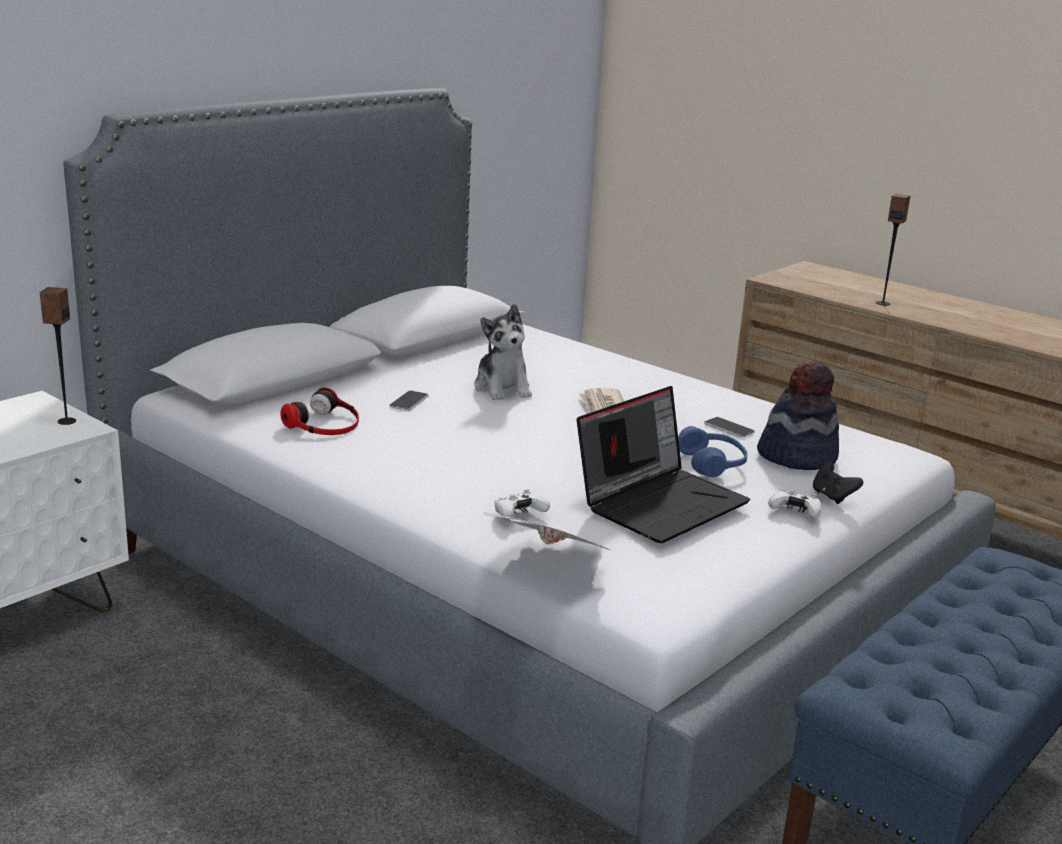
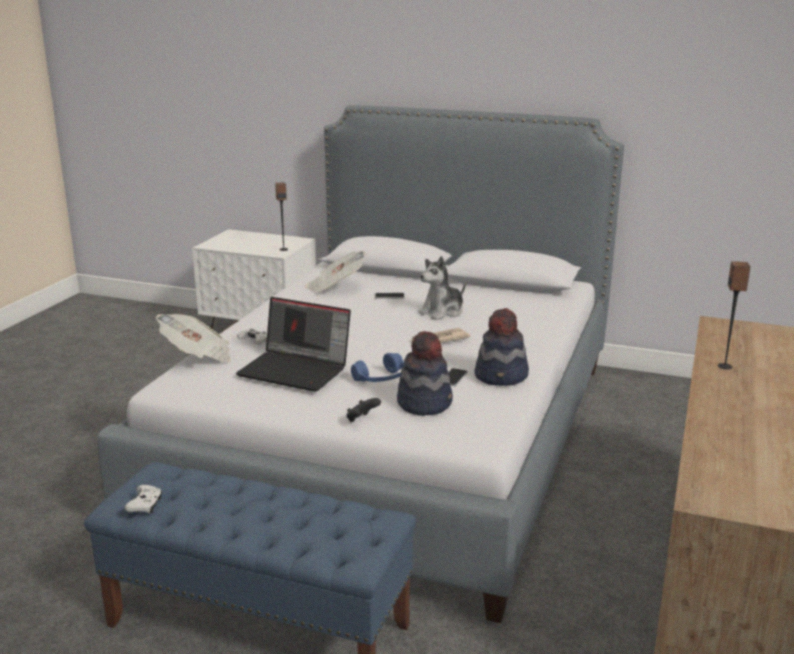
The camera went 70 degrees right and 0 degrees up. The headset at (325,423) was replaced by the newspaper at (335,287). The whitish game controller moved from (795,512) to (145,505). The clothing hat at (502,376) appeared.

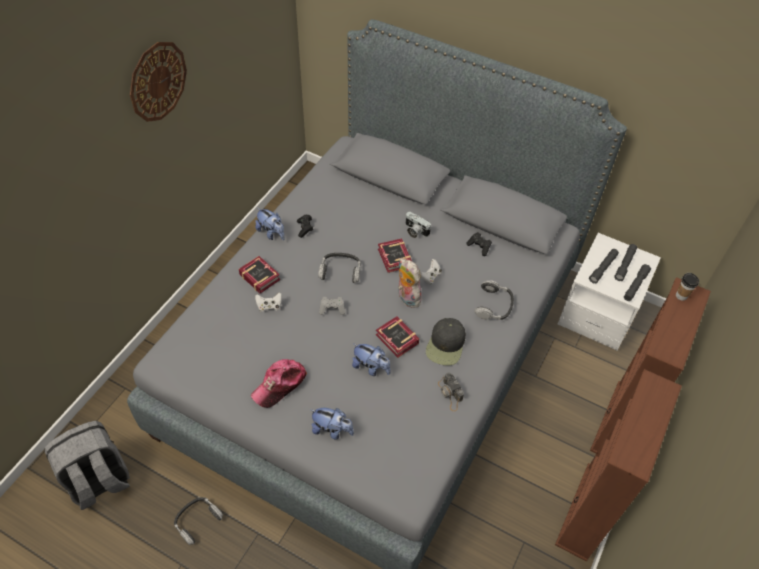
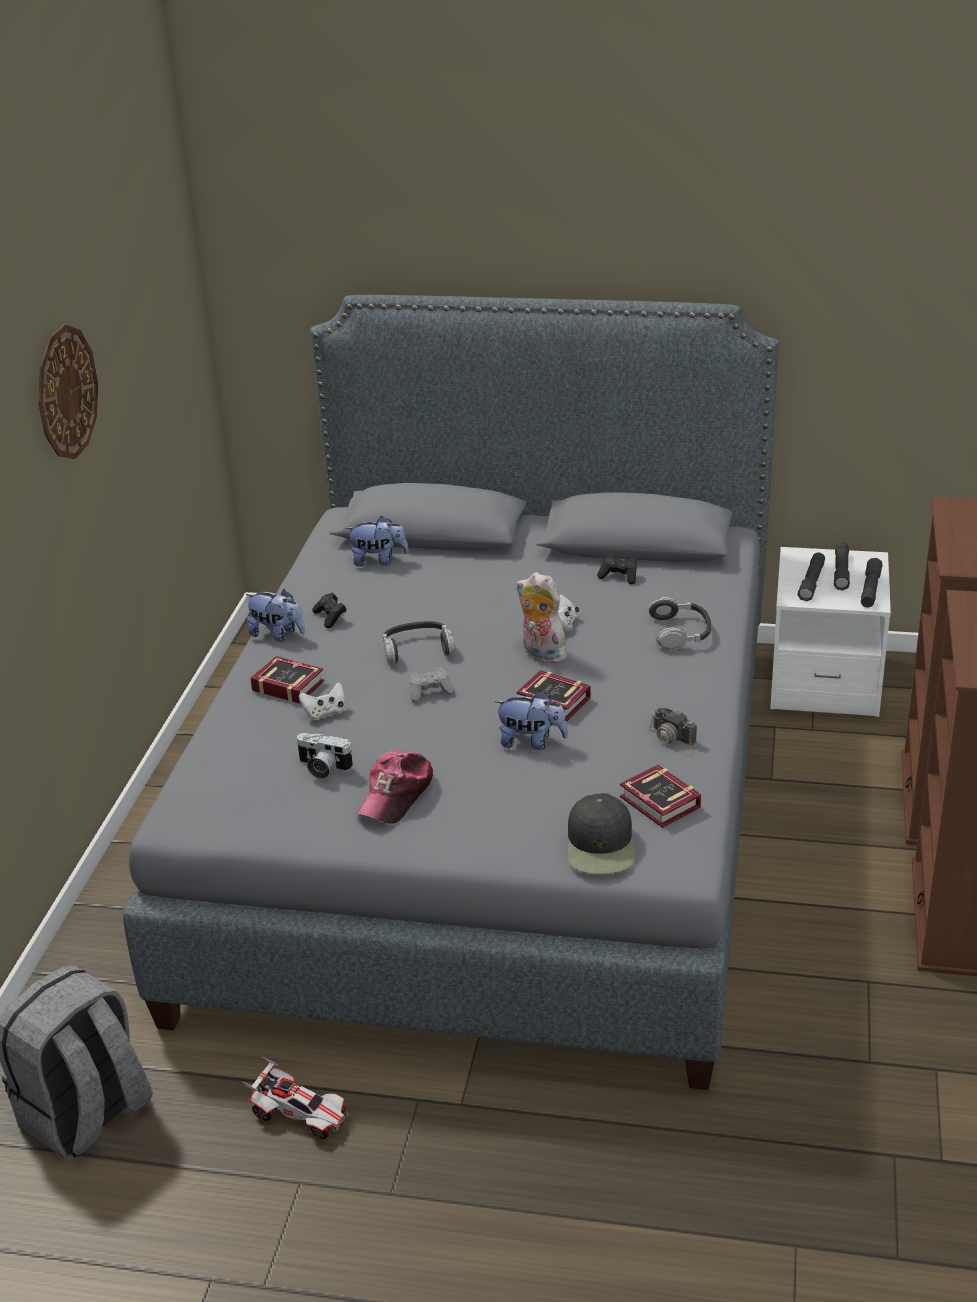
The camera went 15 degrees left and 20 degrees down. The photo camera moved from (415,231) to (322,768). The bound book moved from (394,259) to (660,805). The small cup at (681,296) disappeared. The black cap moved from (446,345) to (601,846). The cuddly toy moved from (332,430) to (378,560). The headset at (197,521) was replaced by the model car at (300,1115).

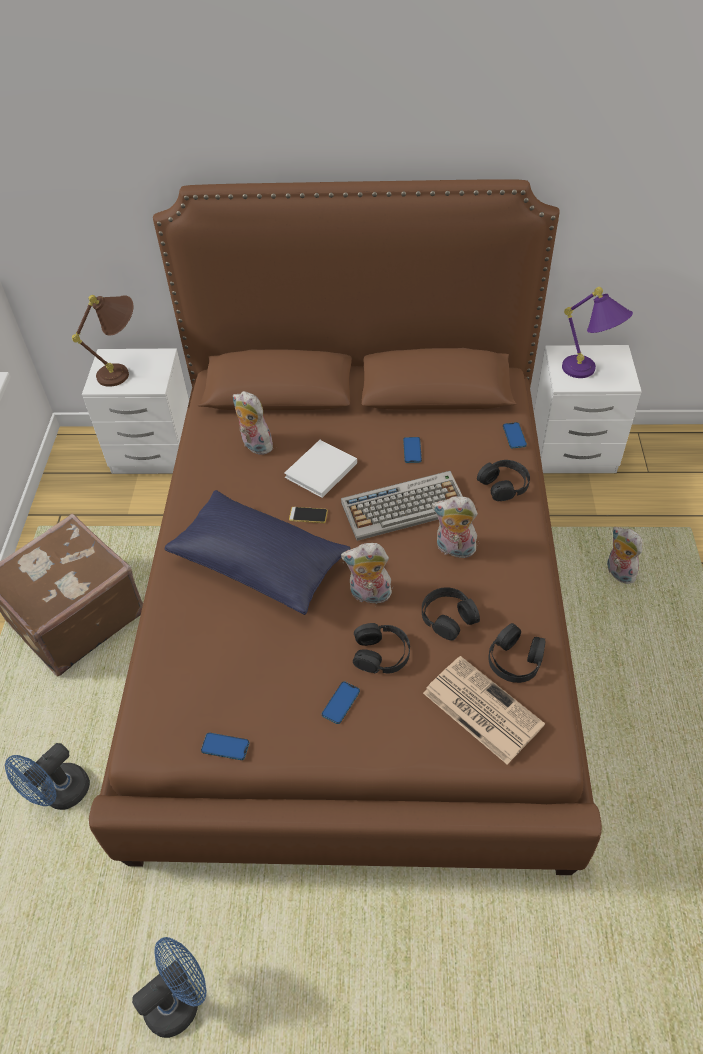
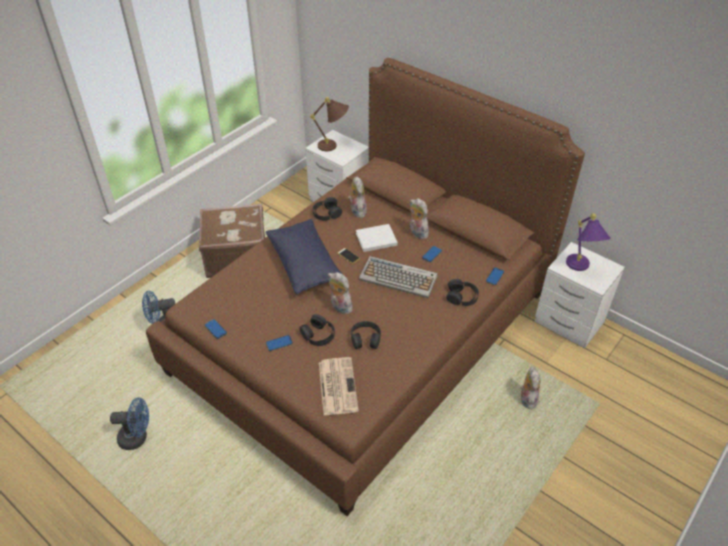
The camera went 35 degrees right and 5 degrees down. The cuddly toy moved from (454,549) to (417,233). The black headset moved from (515,659) to (326,213).

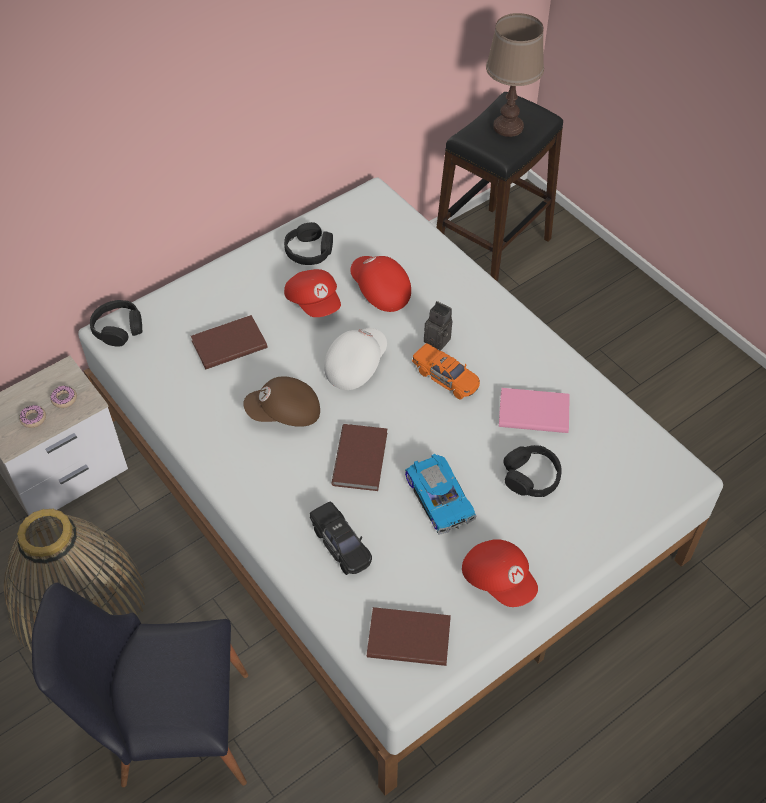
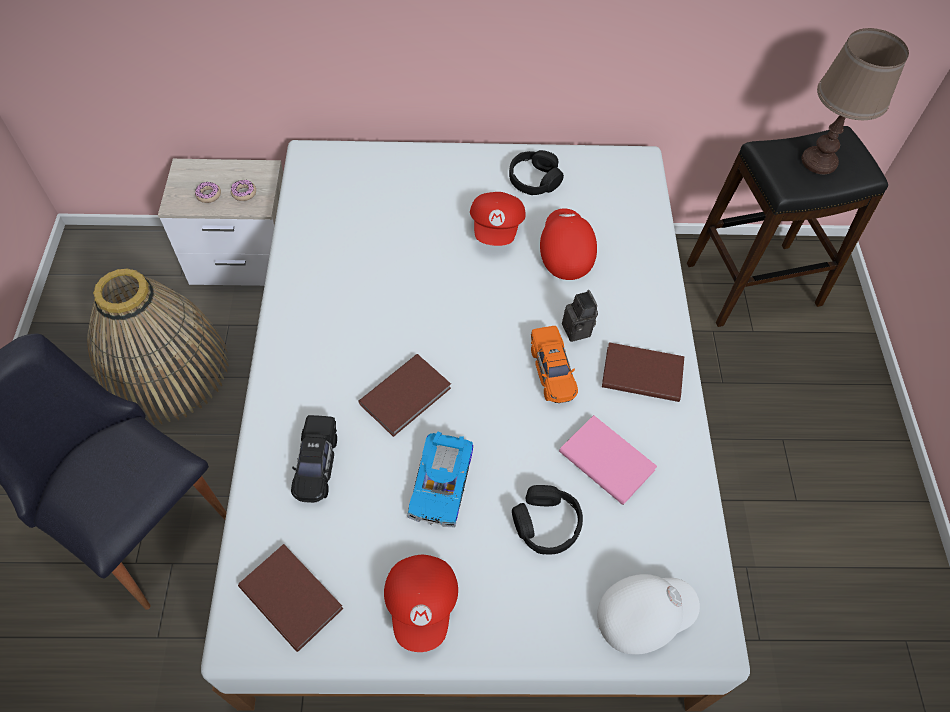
The camera went 35 degrees right and 5 degrees up. The black headset at (118,329) disappeared. The brown-coloured bound book moved from (228,343) to (641,372). The whitish cap moved from (355,365) to (642,615). The brown-coloured cap at (285,413) disappeared.

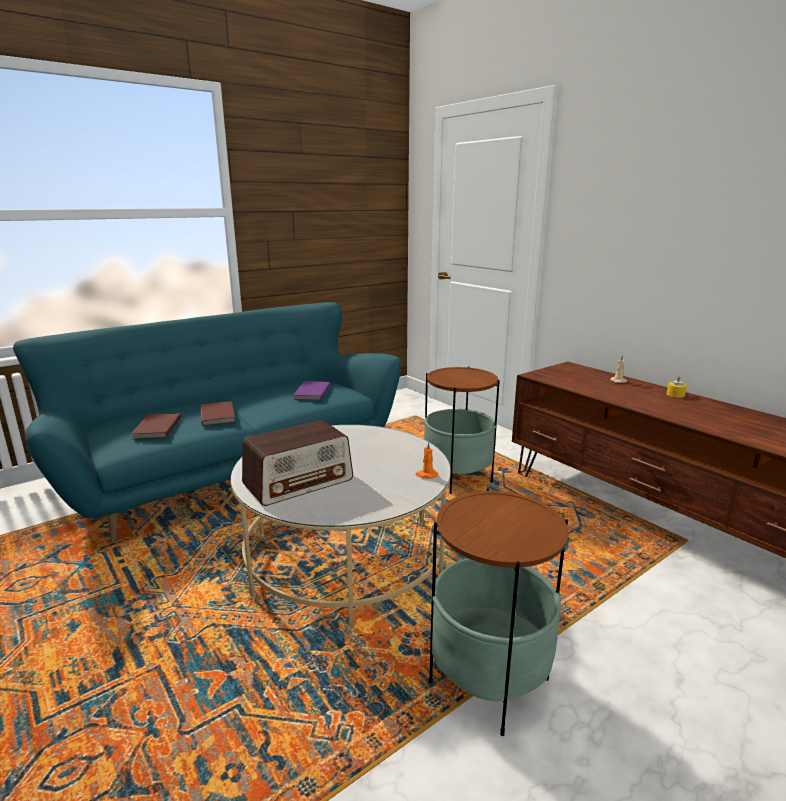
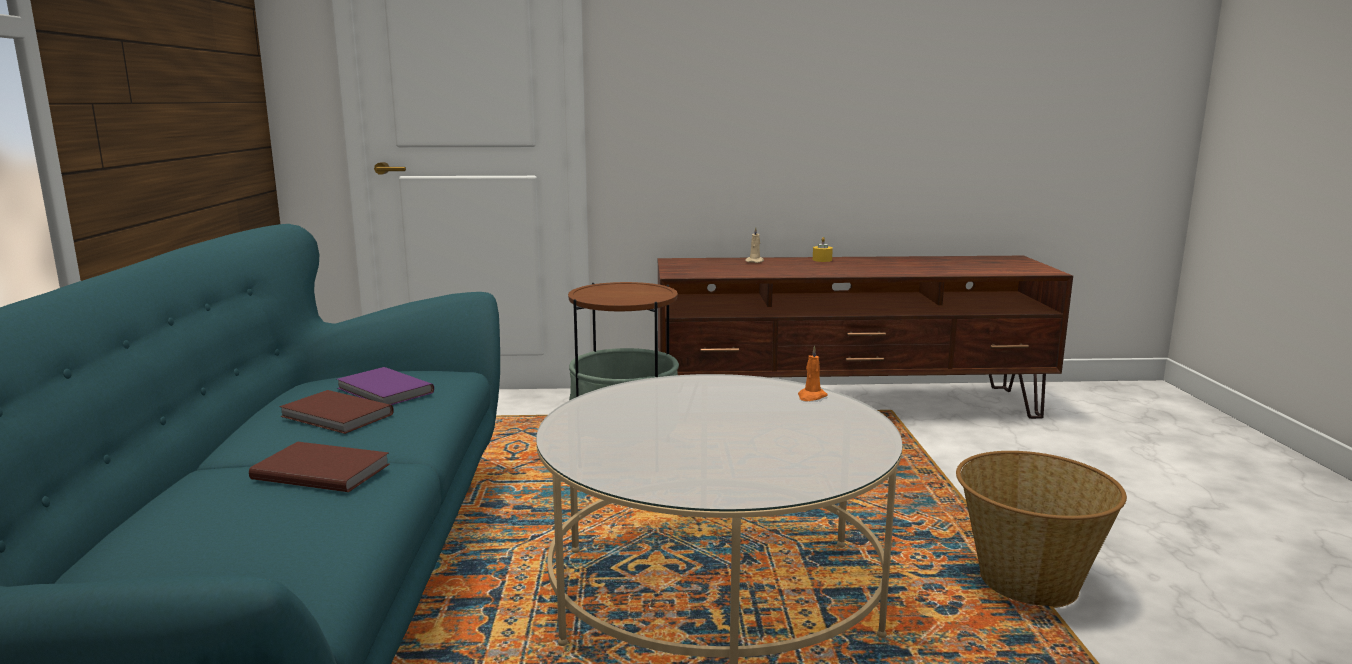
The camera went 55 degrees left and 5 degrees down. The brown-coloured bound book moved from (155,428) to (336,416). The radio set at (299,482) disappeared. The accent table at (488,681) was replaced by the storage basket at (1027,581).

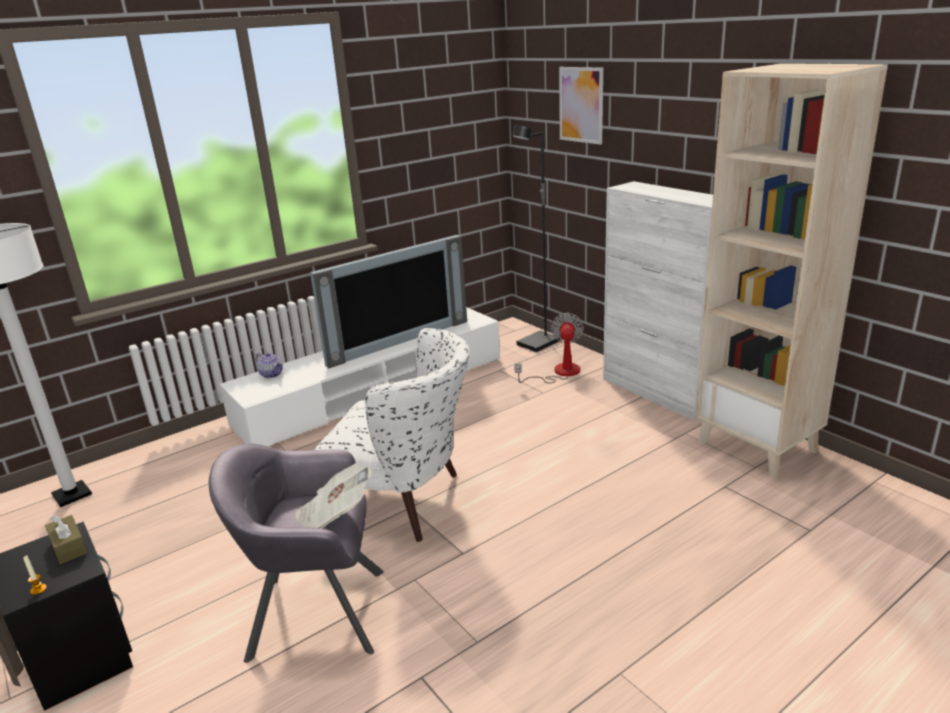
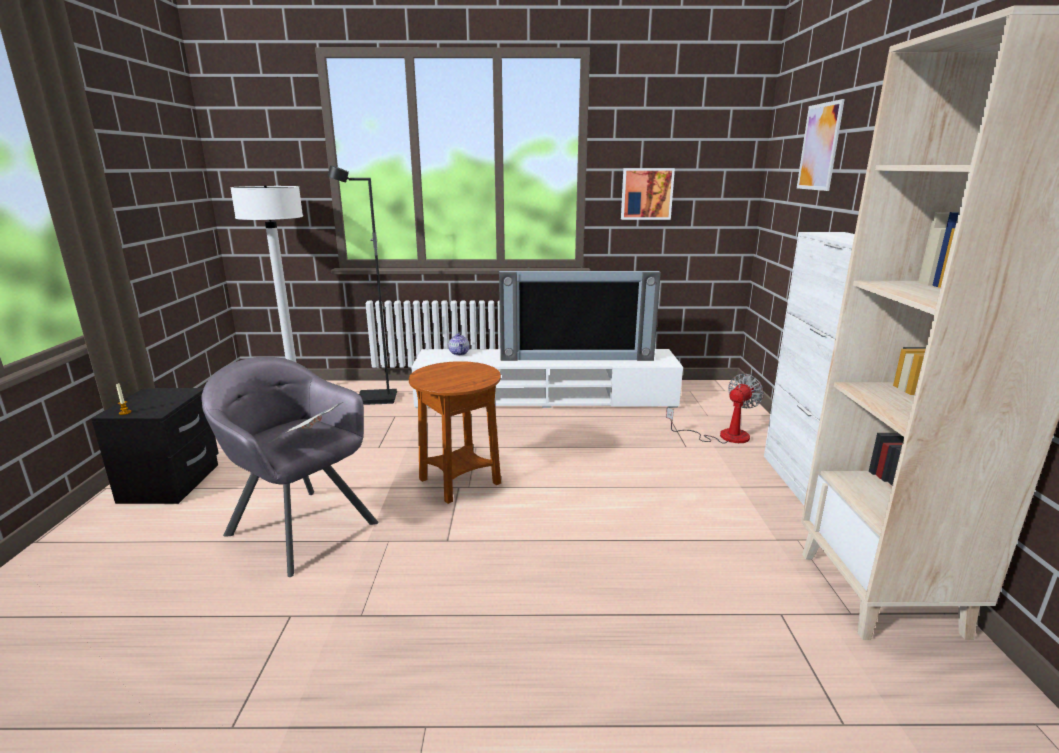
The camera went 35 degrees right and 5 degrees down. The black standing lamp moved from (538,344) to (376,399). The whitish easy chair at (405,503) was replaced by the brown-coloured accent table at (459,482). The brown-coloured box of tissues at (69,547) disappeared. The wall art at (646,194) appeared.

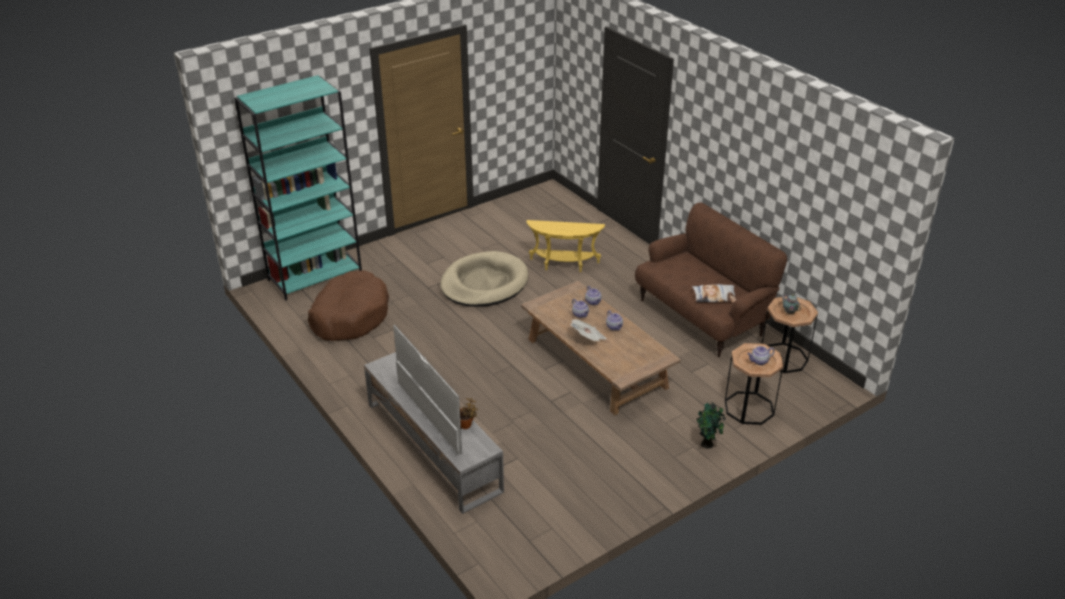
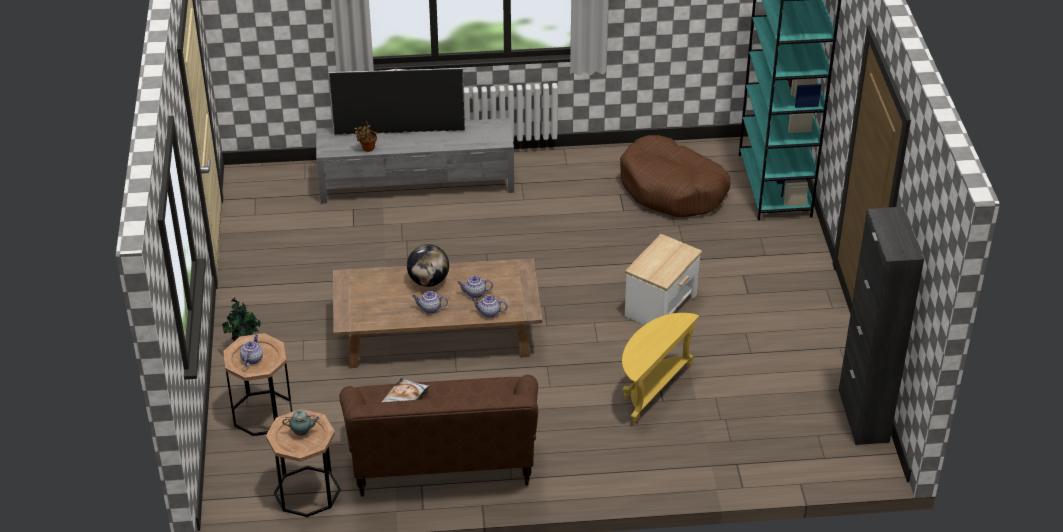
The camera went 120 degrees right and 5 degrees up. The beige-coloured dog bed at (484,283) was replaced by the accent table at (661,306). The newspaper at (588,338) was replaced by the globe at (428,281). The black storage cabinet at (863,416) appeared.

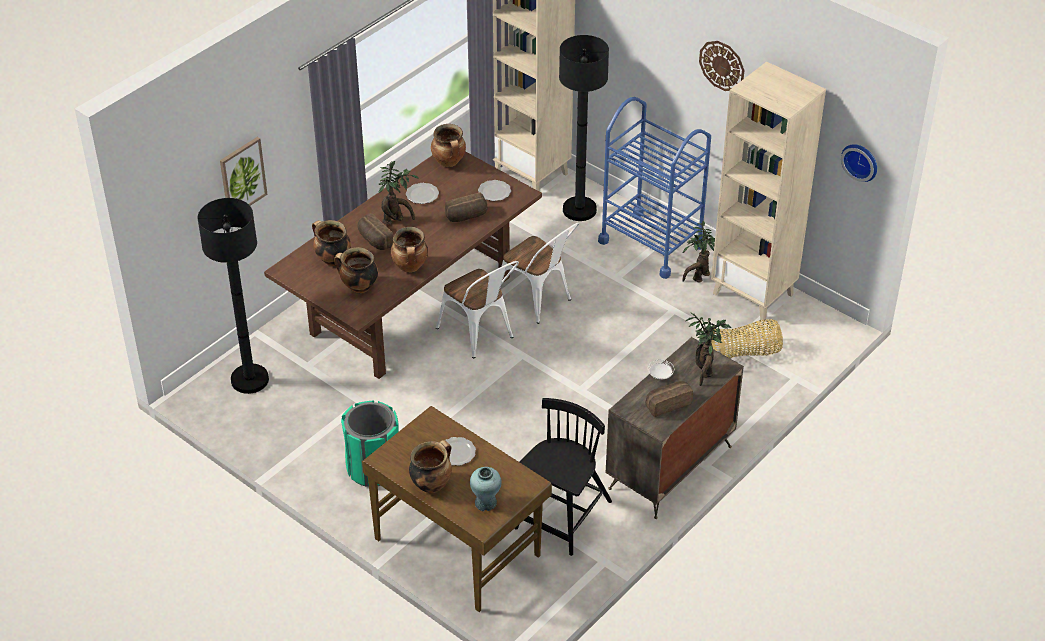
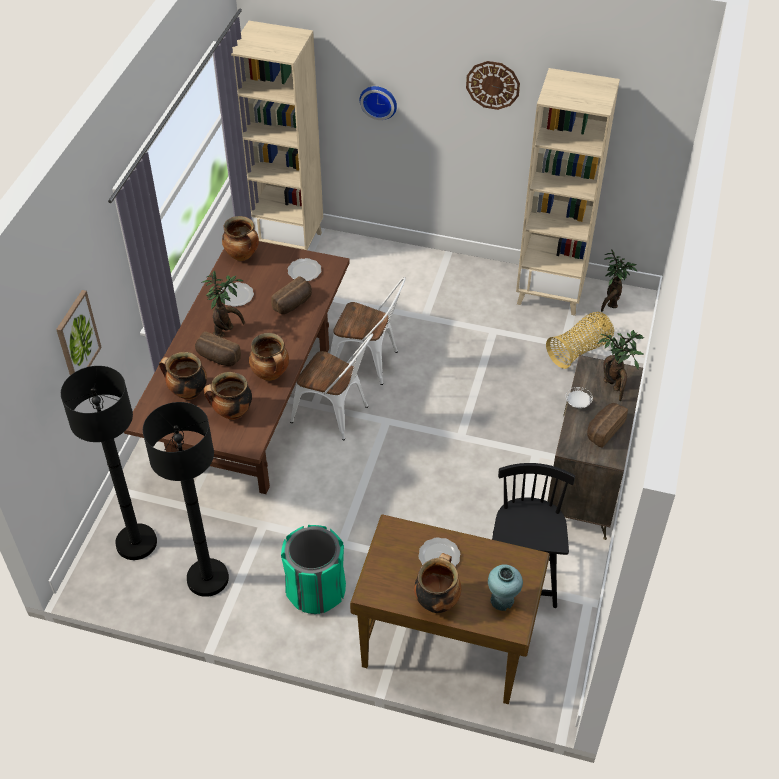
The camera went 25 degrees left and 5 degrees up. The black standing lamp moved from (579,210) to (207,578). The blue cart at (651,244) disappeared. The wall clock moved from (861,161) to (379,101). The potted plant moved from (698,277) to (611,303).

